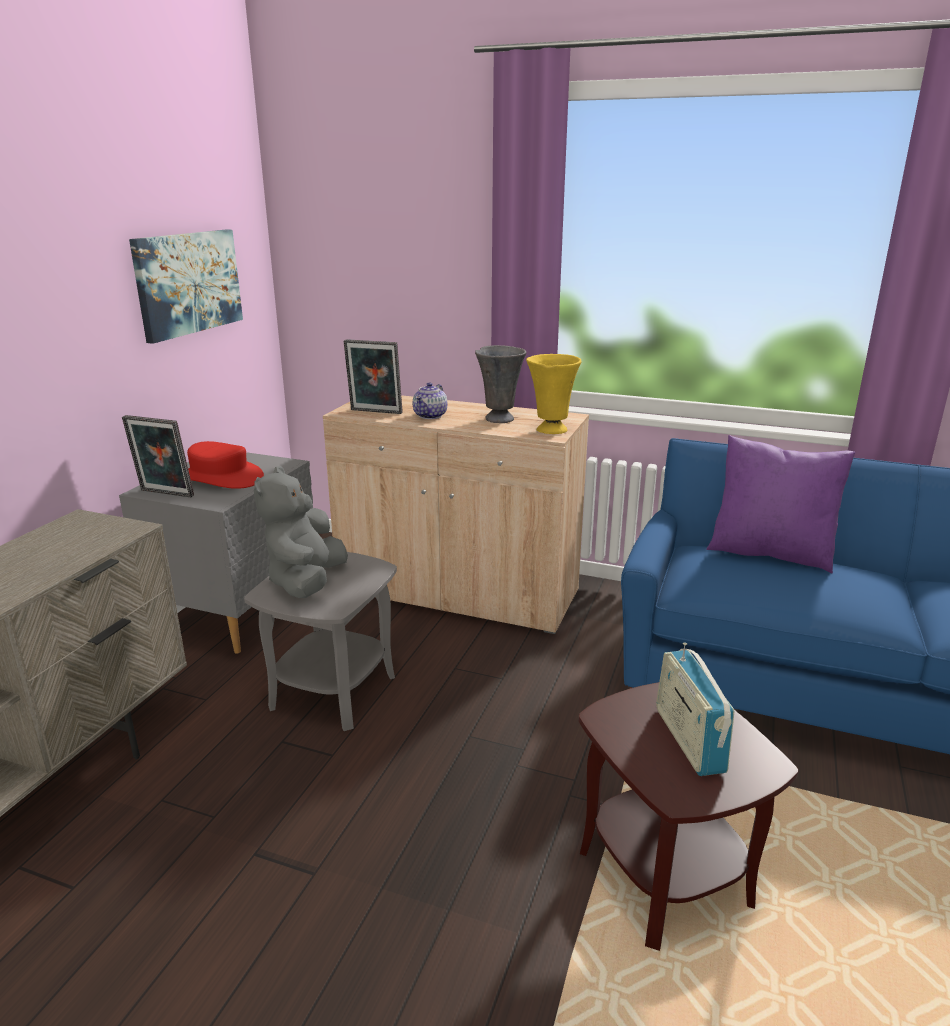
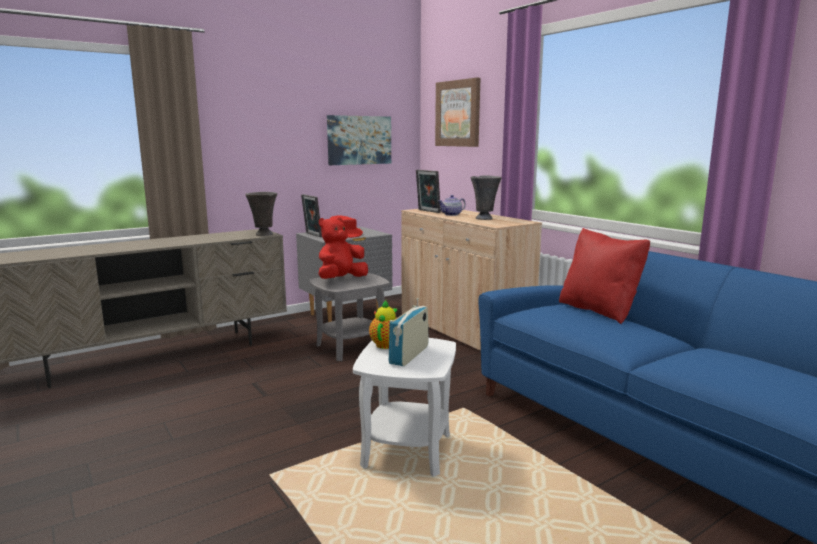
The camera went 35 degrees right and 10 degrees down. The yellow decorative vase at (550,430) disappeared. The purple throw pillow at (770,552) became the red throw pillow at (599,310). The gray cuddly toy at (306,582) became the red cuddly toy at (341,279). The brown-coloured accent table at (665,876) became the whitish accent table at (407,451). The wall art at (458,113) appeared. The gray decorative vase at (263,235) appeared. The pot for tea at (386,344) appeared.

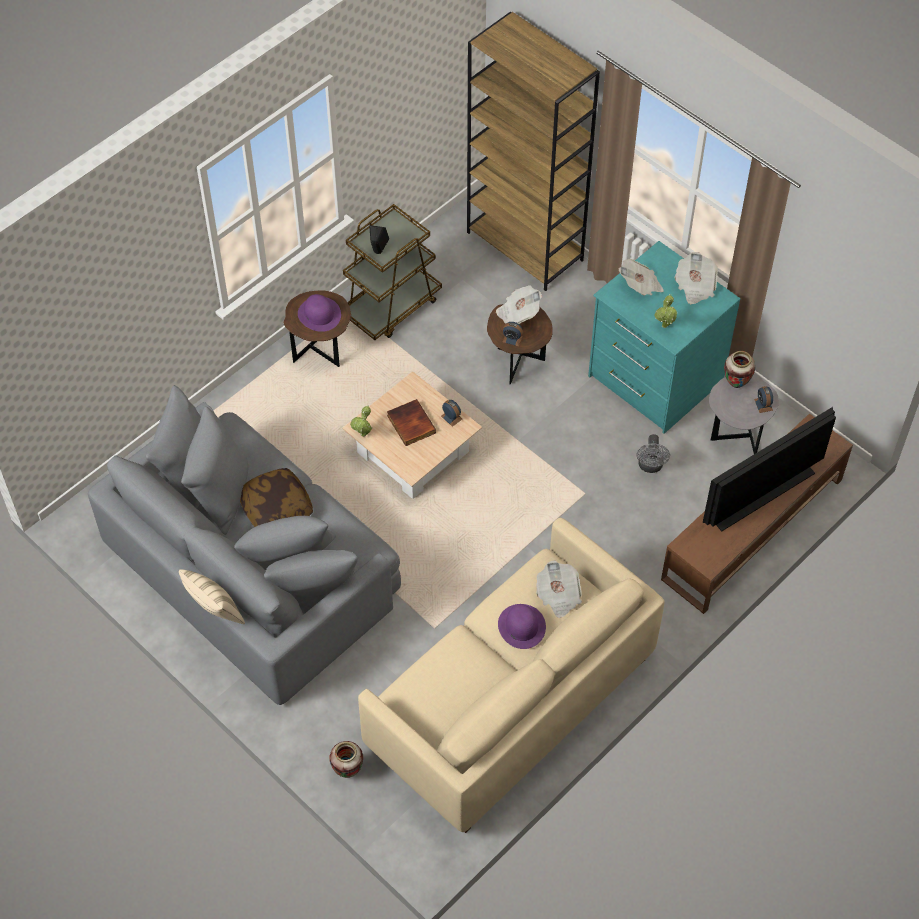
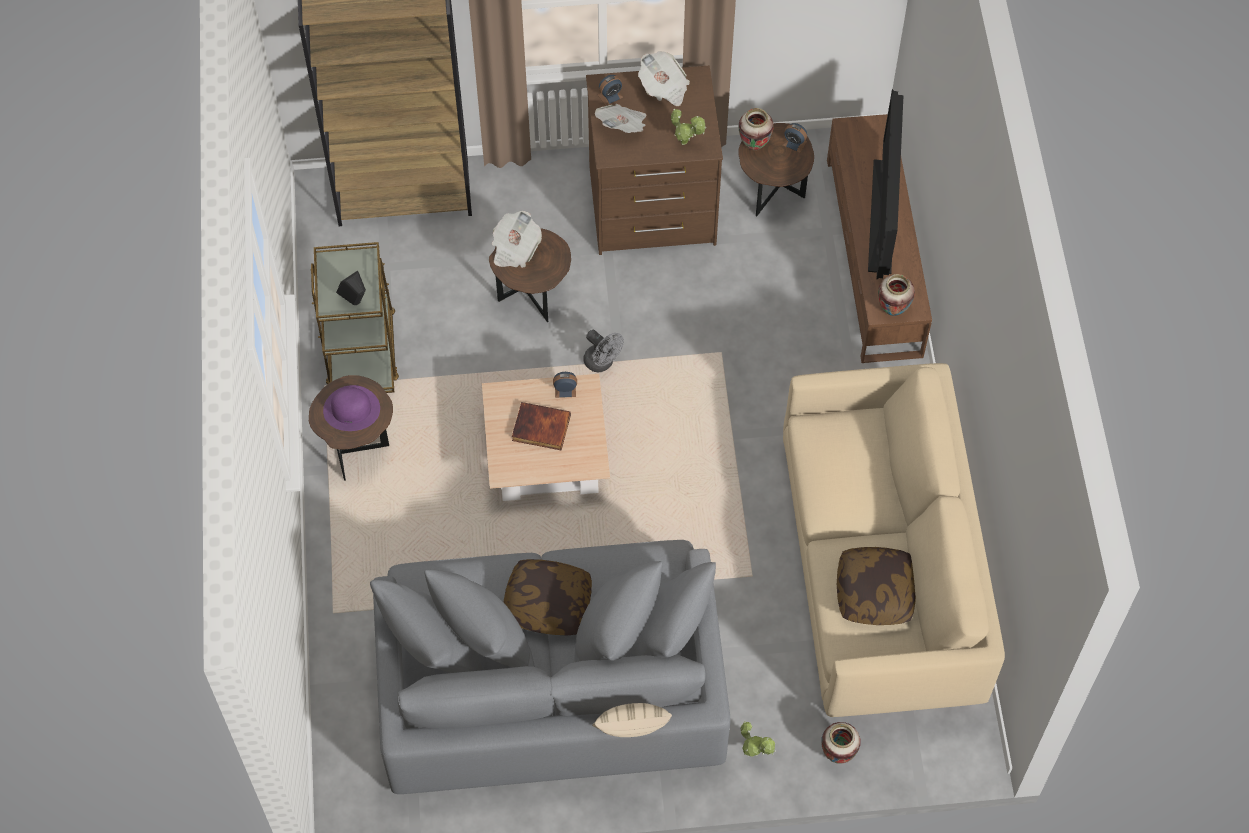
The camera went 50 degrees left and 5 degrees up. The turquoise drawer chest at (654,379) became the brown-coloured drawer chest at (652,208). The bedside clock moved from (512,339) to (610,96). The gray accent table at (735,439) became the brown-coloured accent table at (772,197). The potted plant moved from (363,436) to (754,752). The gray cooling fan moved from (650,467) to (602,363). The newspaper at (558,596) disappeared. The purple clothing hat at (521,626) disappeared. The decorative vase at (892,310) appeared. The throw pillow at (874,592) appeared.

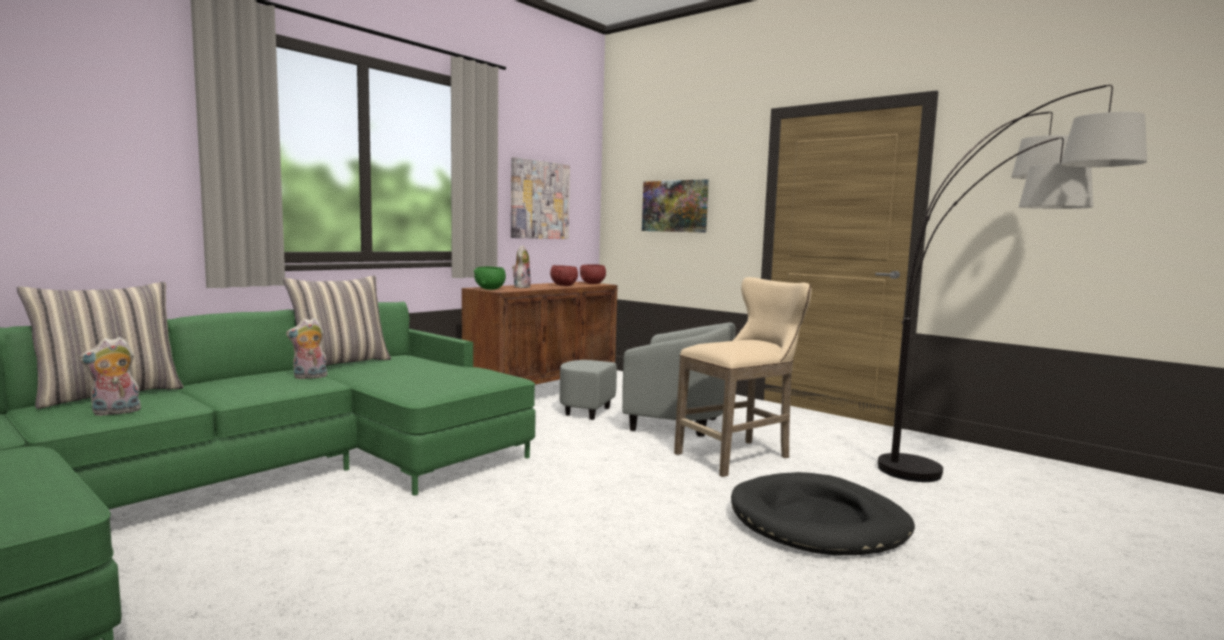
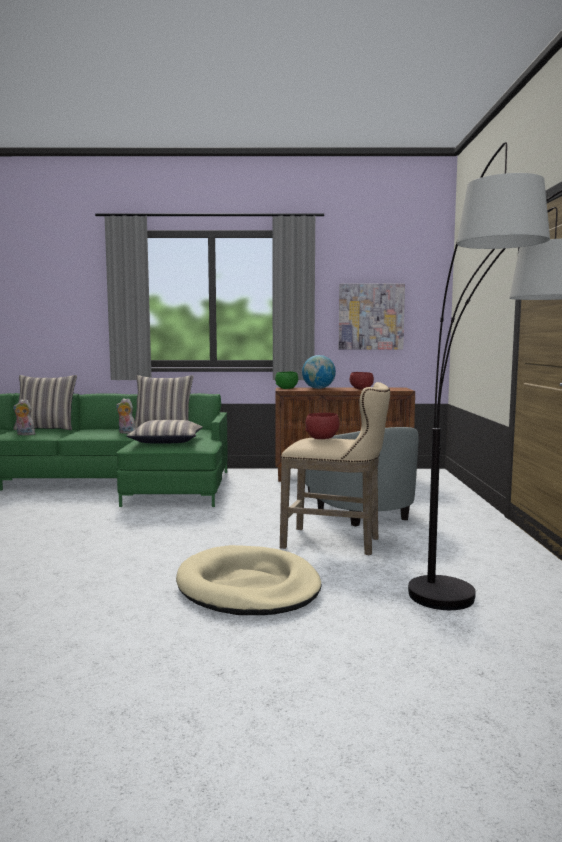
The camera went 50 degrees right and 0 degrees up. The wall art at (675,206) disappeared. The cuddly toy at (521,287) was replaced by the globe at (318,388). The red bowl moved from (593,283) to (322,438). The black dog bed at (818,521) became the beige-coloured dog bed at (248,587). The throw pillow at (166,441) appeared.

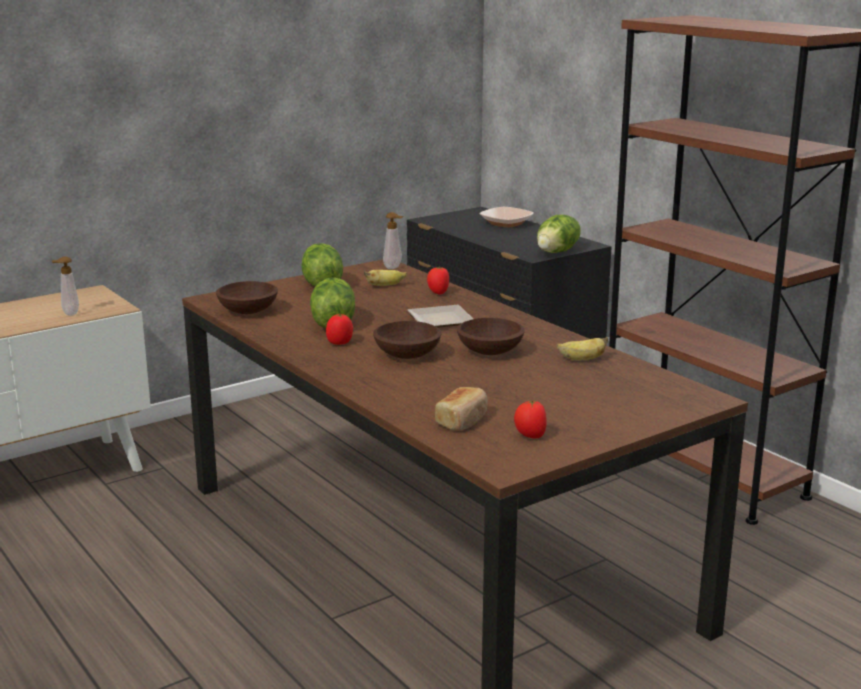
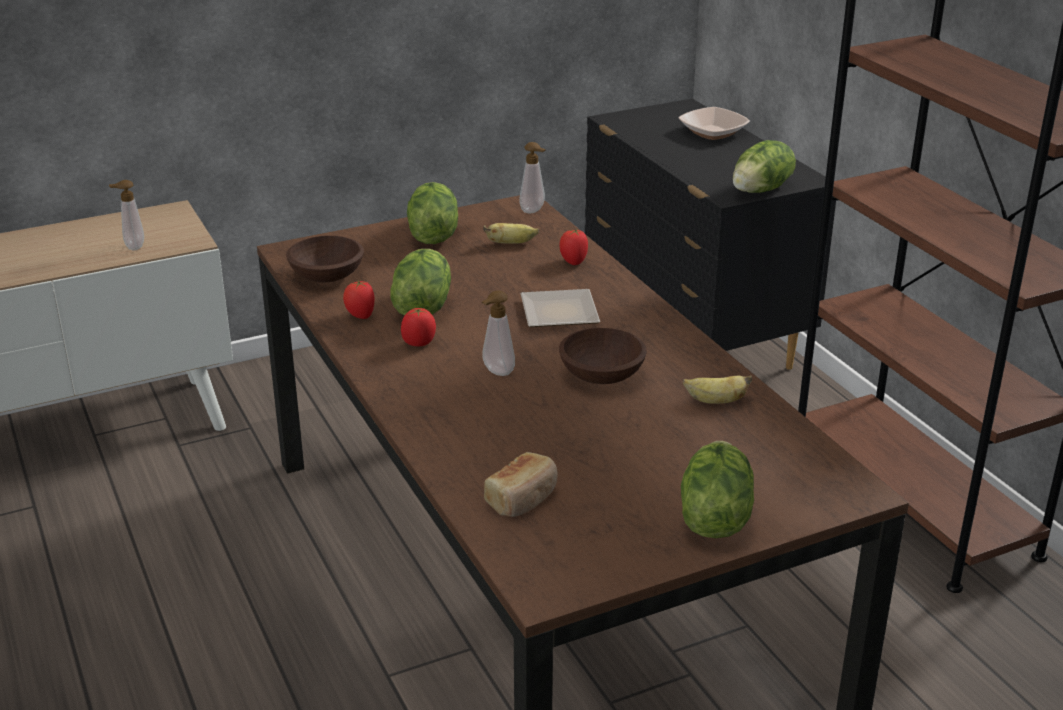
The camera went 10 degrees right and 10 degrees up. The brown-coloured bowl at (408,355) was replaced by the soap dispenser at (496,372). The whole tomato moved from (530,436) to (360,316). The lettuce head at (713,517) appeared.

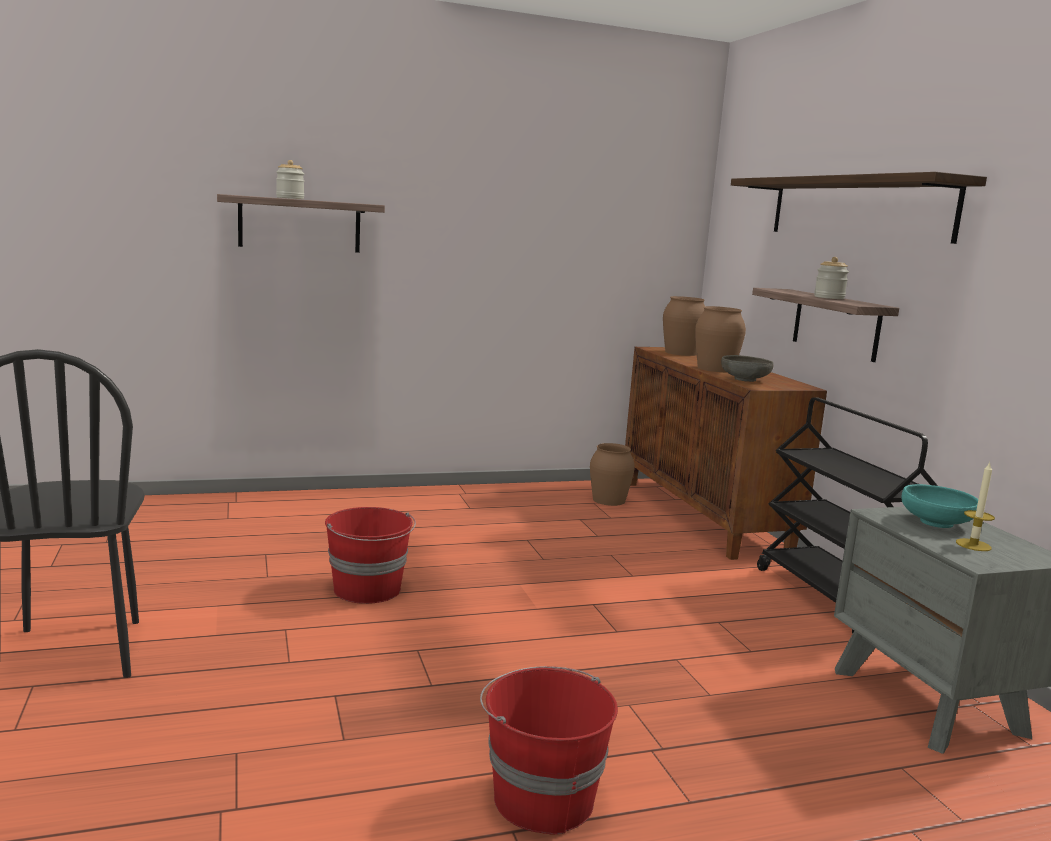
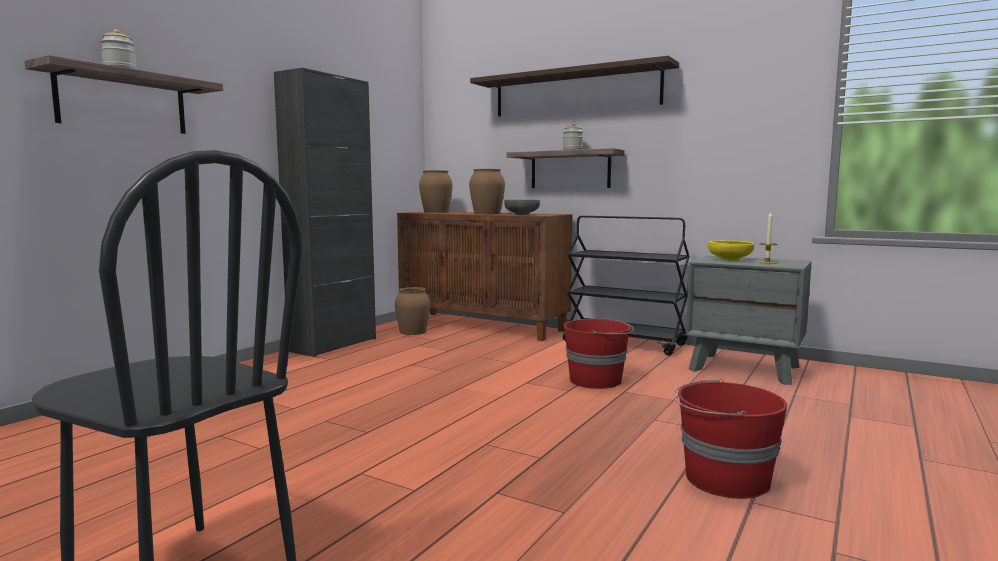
The camera went 40 degrees left and 5 degrees down. The turquoise bowl at (935,522) became the yellow bowl at (729,259). The red pail moved from (368,590) to (596,380). The black storage cabinet at (333,345) appeared.

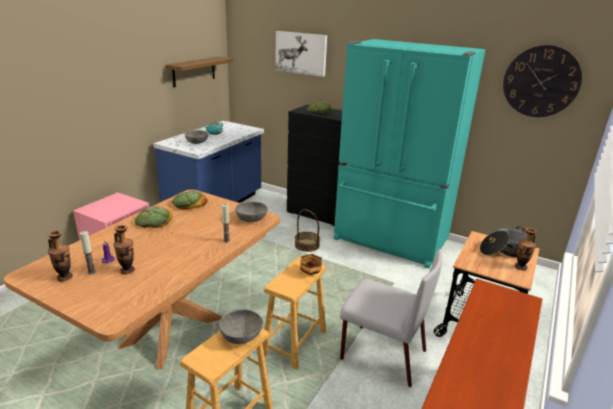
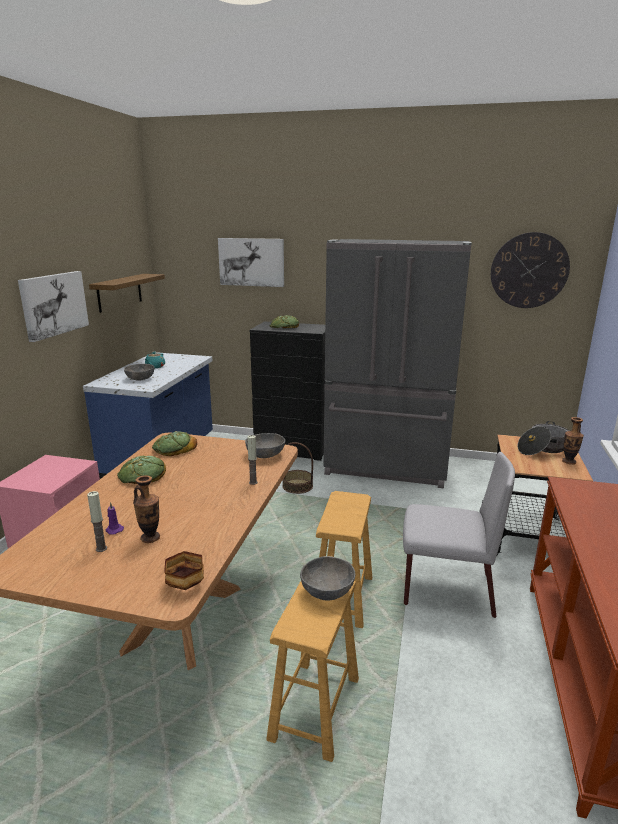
The camera went 15 degrees left and 5 degrees down. The turquoise fridge at (390,241) became the gray fridge at (386,466). The decorative vase at (65,277) disappeared. The bowl moved from (310,272) to (184,584). The wall art at (53,304) appeared.

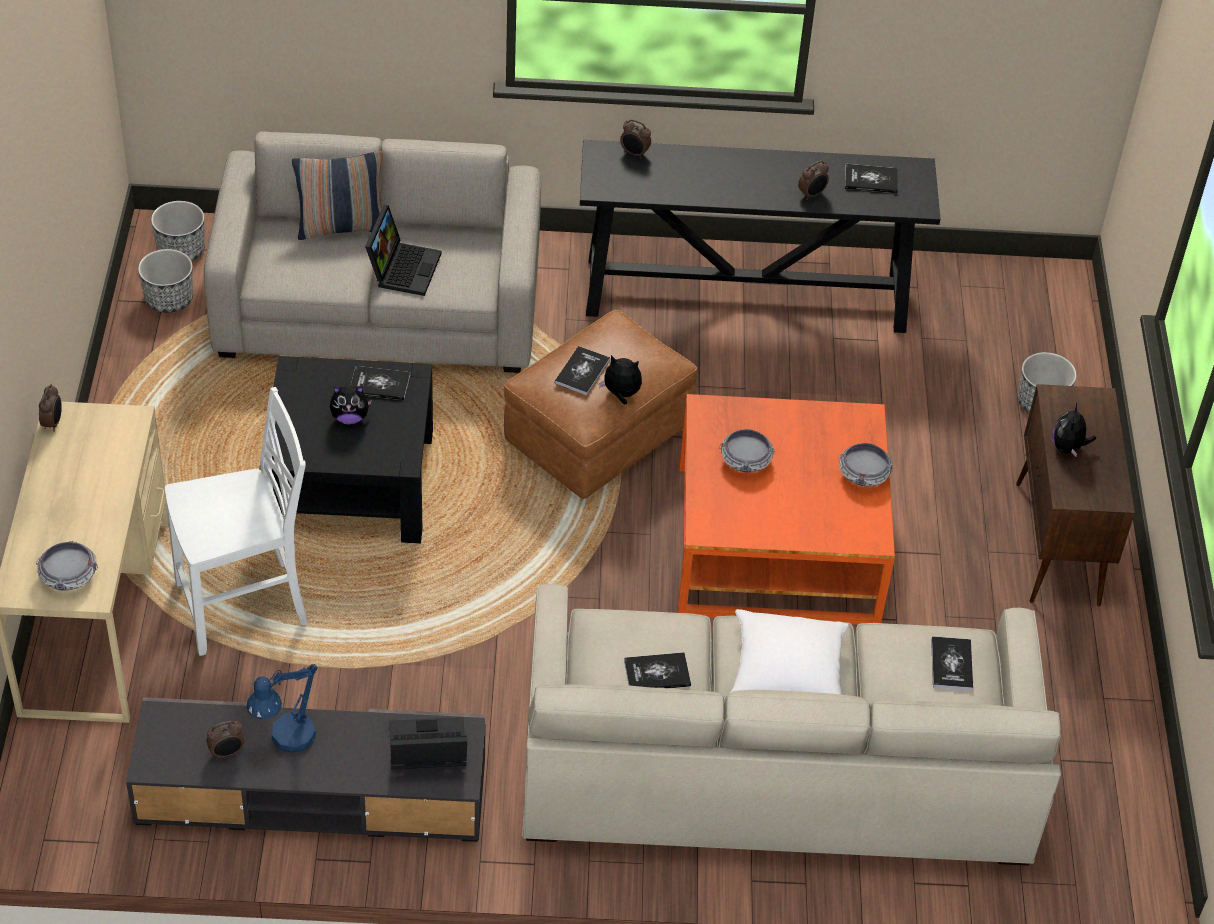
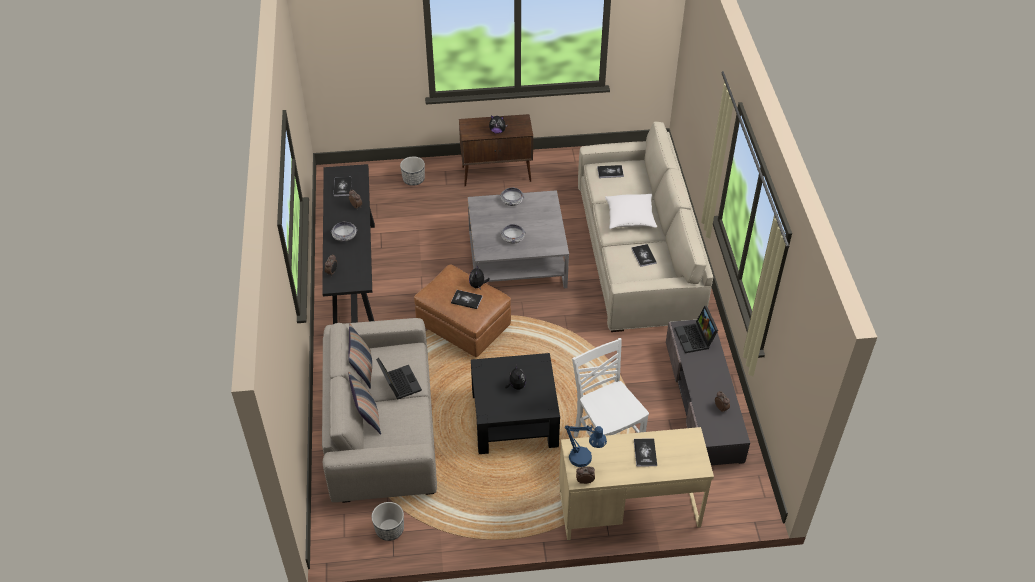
The camera went 95 degrees left and 0 degrees up. The plant pot at (181,250) disappeared. The notebook computer at (403,267) turned 60 degrees clockwise. The bound book moved from (379,384) to (645,453). The orangey coffee table at (777,543) became the gray coffee table at (517,259). The bowl moved from (68,575) to (344,236). The blue lamp for a table moved from (286,740) to (584,460). The throw pillow at (362,370) appeared.

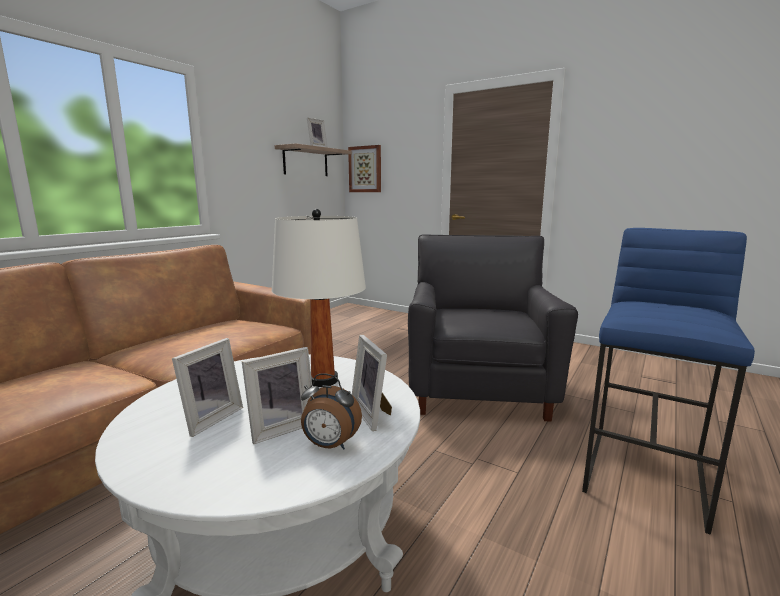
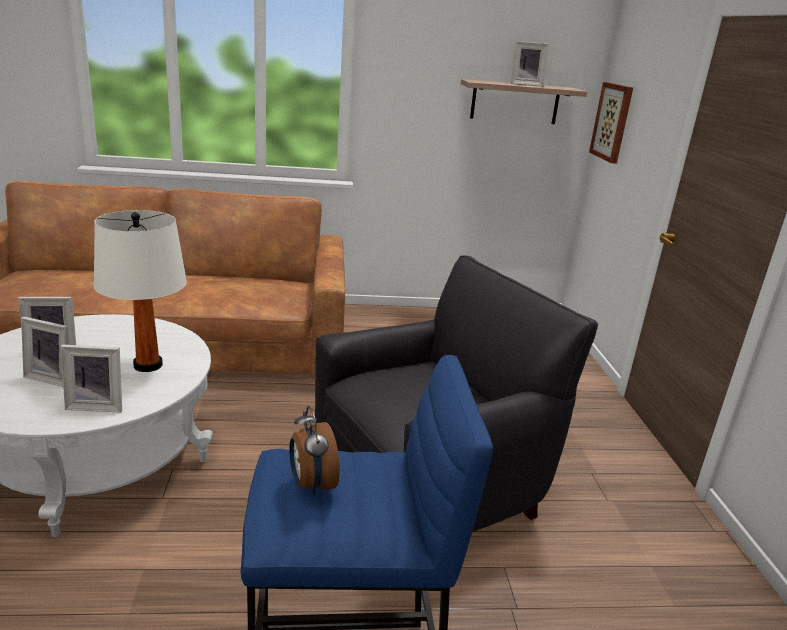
The camera went 50 degrees right and 10 degrees up. The standing frame at (373,413) turned 120 degrees counterclockwise. The bedside clock moved from (330,445) to (311,485).

